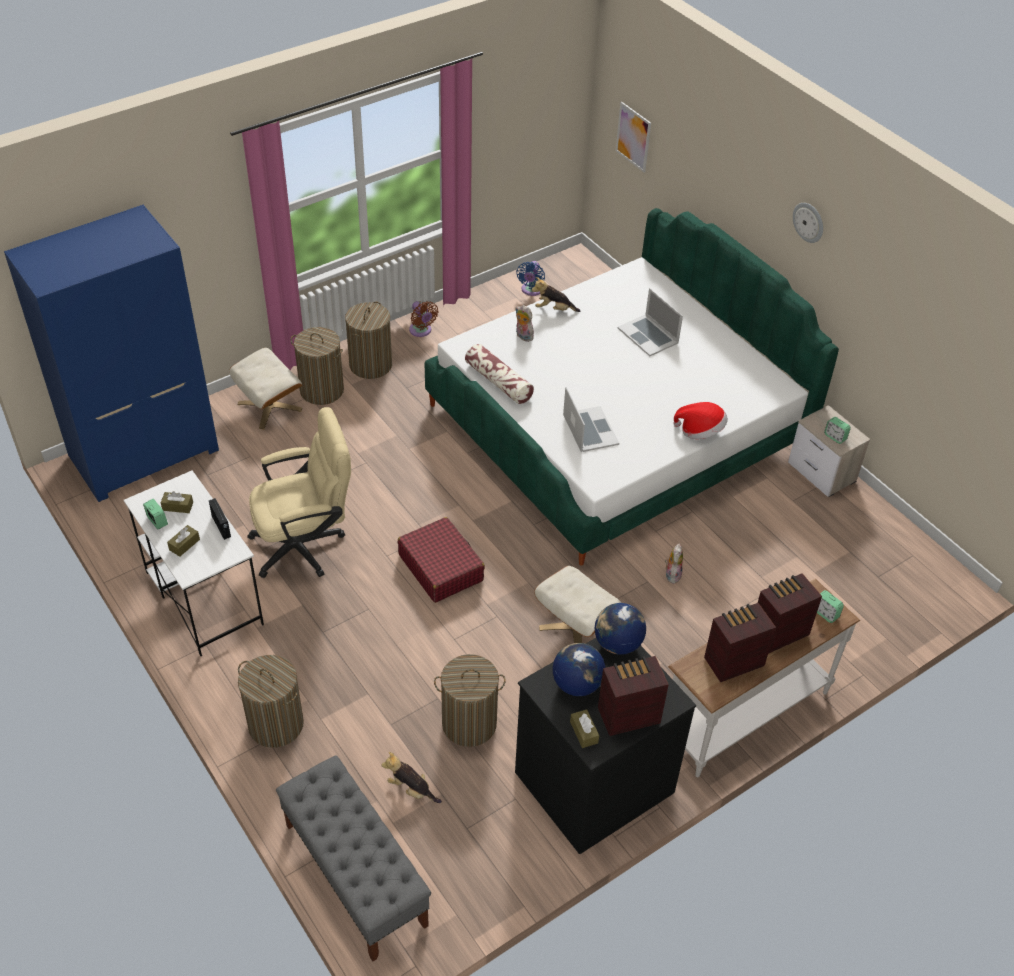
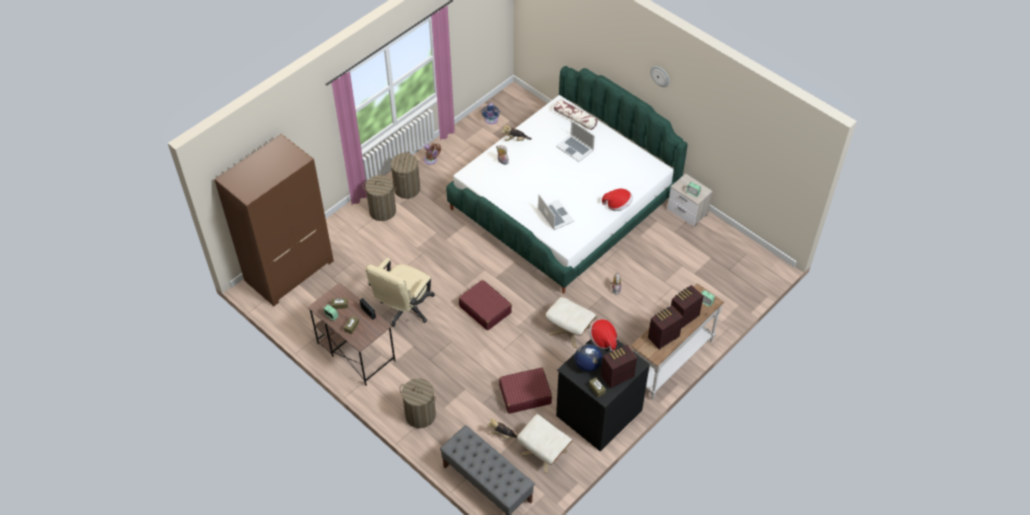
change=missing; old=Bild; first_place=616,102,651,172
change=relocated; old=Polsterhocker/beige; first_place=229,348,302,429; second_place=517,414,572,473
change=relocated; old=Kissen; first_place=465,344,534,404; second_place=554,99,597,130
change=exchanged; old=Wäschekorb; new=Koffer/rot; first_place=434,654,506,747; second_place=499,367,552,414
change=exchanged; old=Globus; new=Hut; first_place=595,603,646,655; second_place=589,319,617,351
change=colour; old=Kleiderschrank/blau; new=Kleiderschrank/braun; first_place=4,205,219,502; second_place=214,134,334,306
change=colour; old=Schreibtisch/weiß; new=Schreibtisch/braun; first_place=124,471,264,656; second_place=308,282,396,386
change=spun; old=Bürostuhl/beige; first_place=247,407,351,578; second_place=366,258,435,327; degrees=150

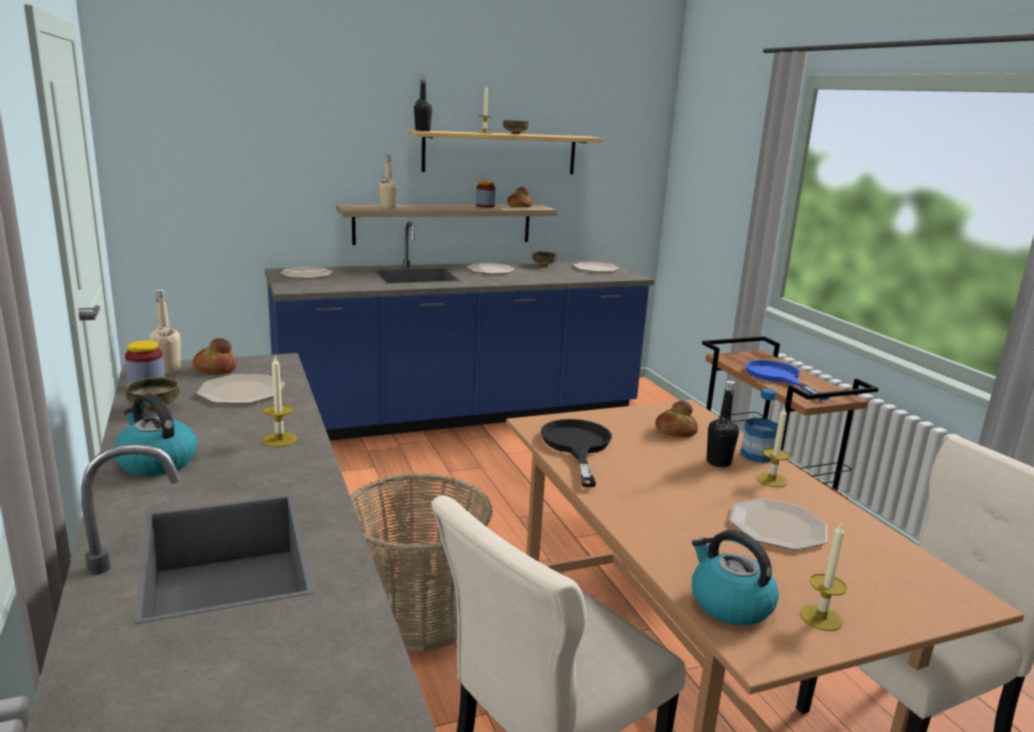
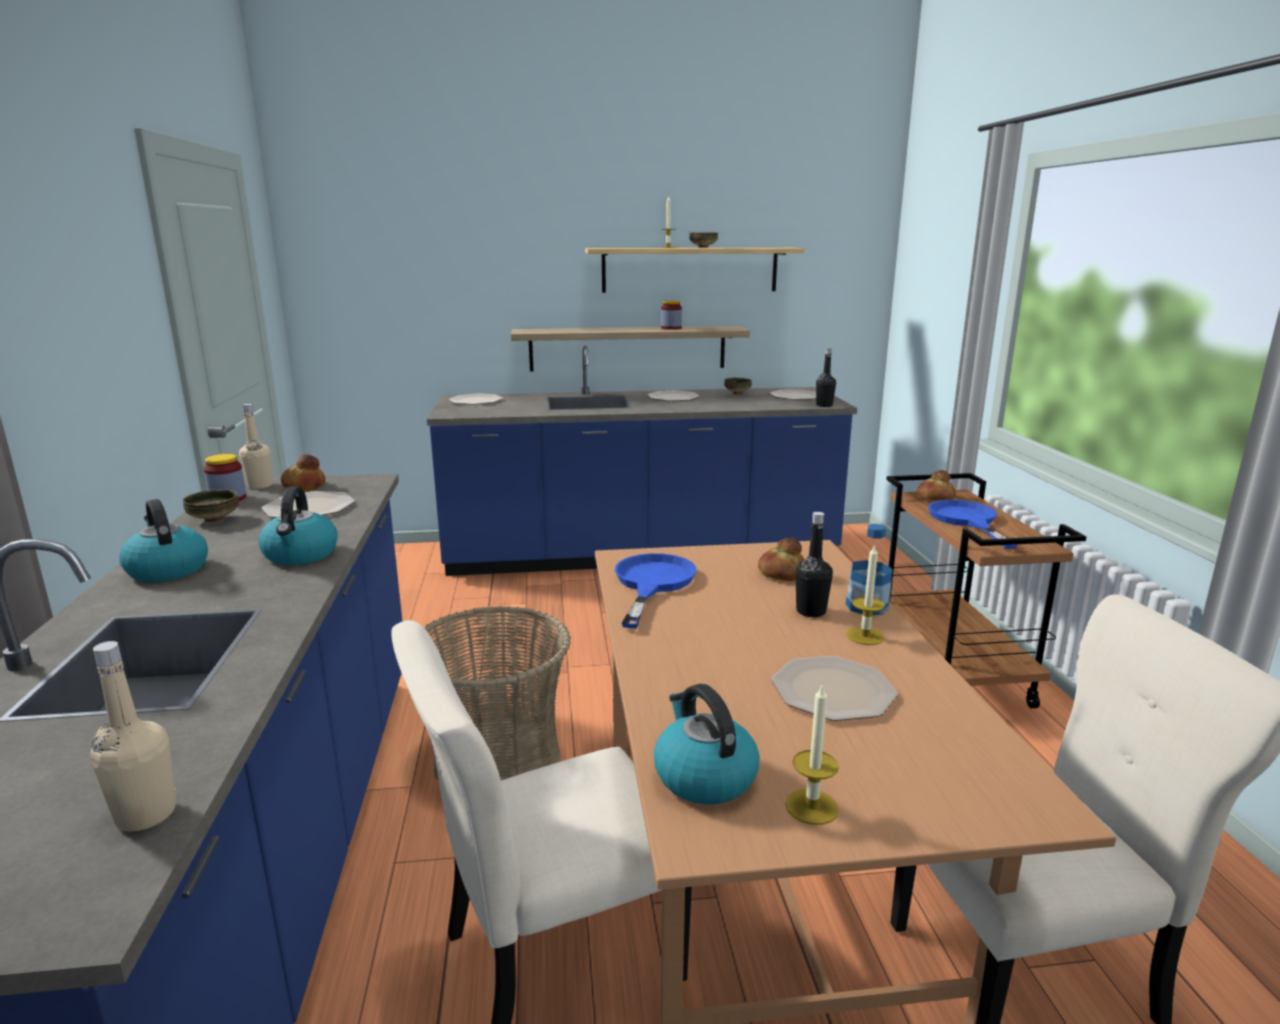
change=relocated; old=Flasche/beige; first_place=379,154,397,209; second_place=90,641,177,832
change=relocated; old=Flasche/schwarz; first_place=414,76,432,131; second_place=816,349,836,407
change=relocated; old=Brot; first_place=507,187,533,207; second_place=917,470,956,501
change=exchanged; old=Kerze; new=Wasserkessel; first_place=262,357,297,447; second_place=258,486,338,565
change=colour; old=Pfanne/schwarz; new=Pfanne/blau; first_place=541,419,612,487; second_place=615,553,696,628

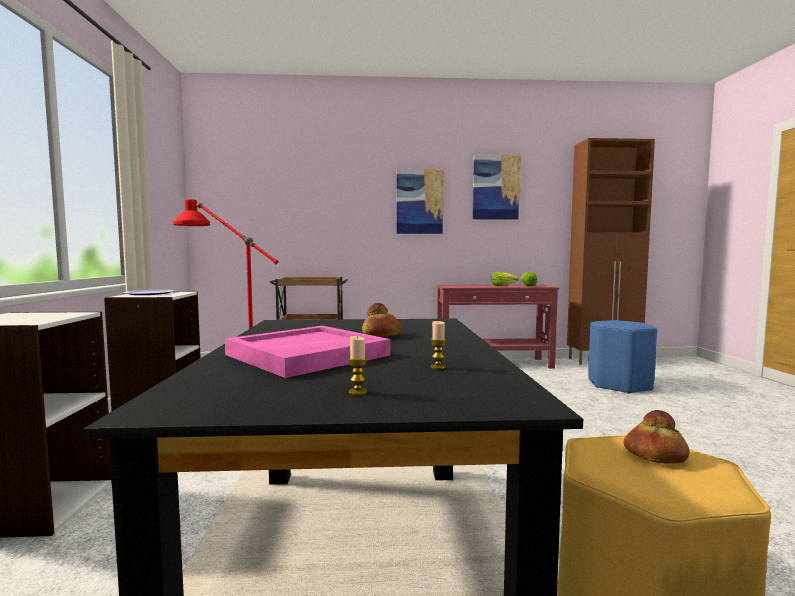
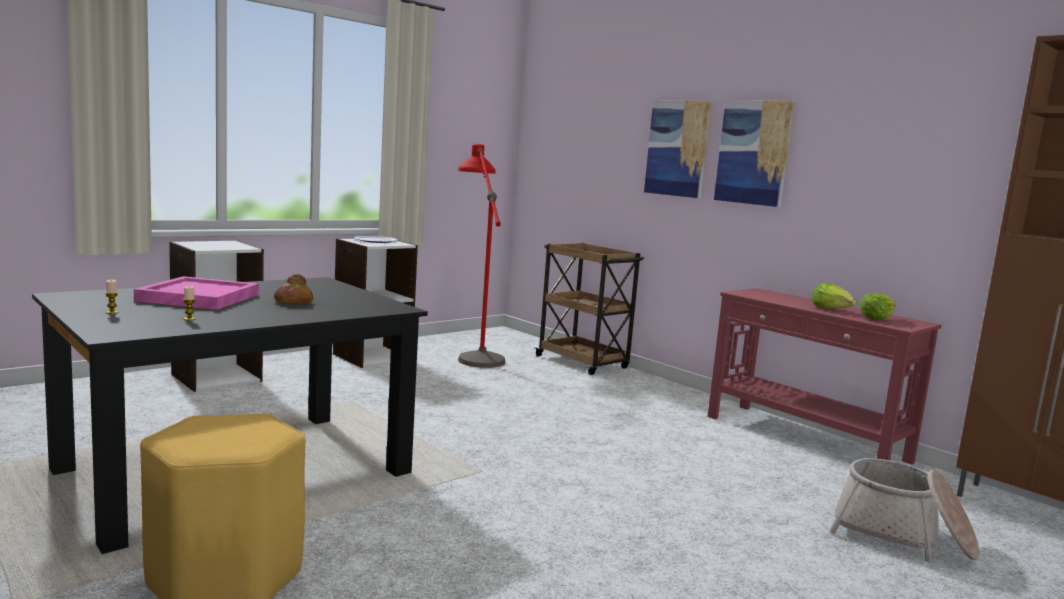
change=missing; old=Brot; first_place=623,410,690,464
change=relocated; old=Bild; first_place=473,155,521,220; second_place=644,101,712,198
change=exchanged; old=Hocker/blau; new=Korb; first_place=588,320,657,394; second_place=829,458,980,562

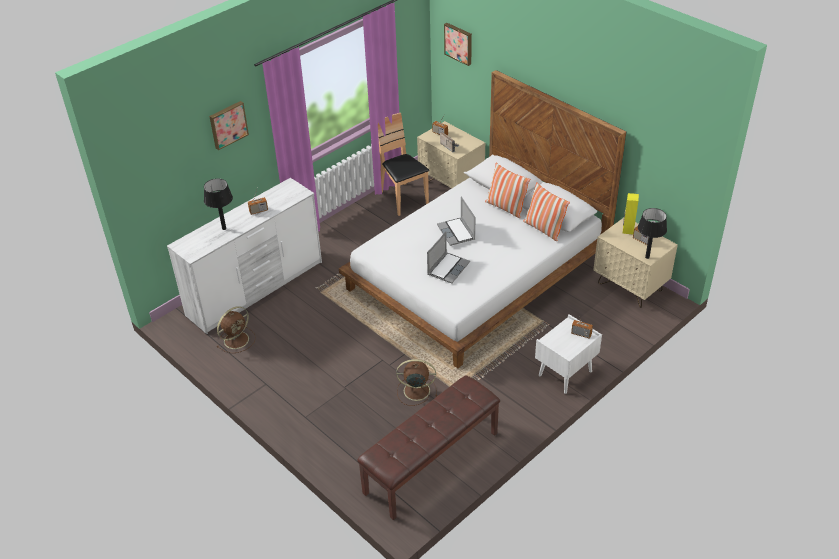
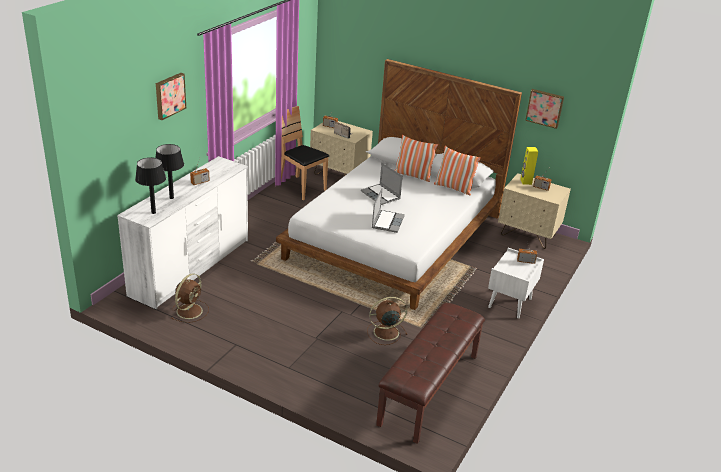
change=relocated; old=Bild; first_place=444,23,472,66; second_place=525,89,564,129
change=relocated; old=Tischlampe/schwarz; first_place=638,208,667,259; second_place=135,157,166,214

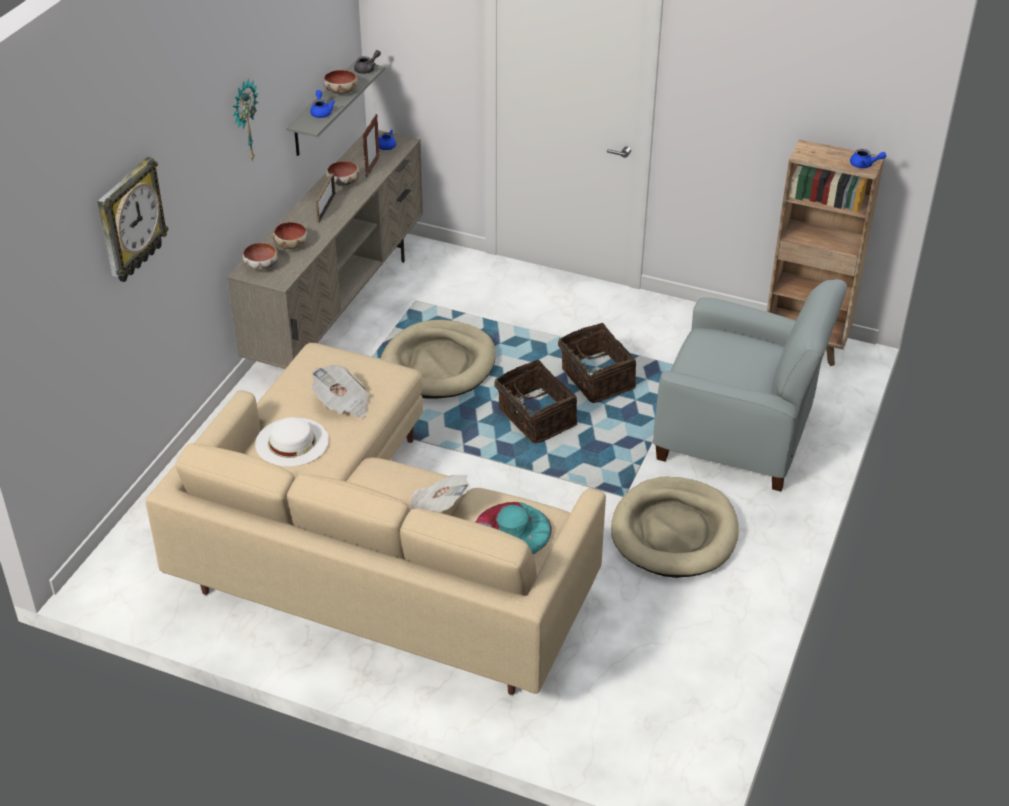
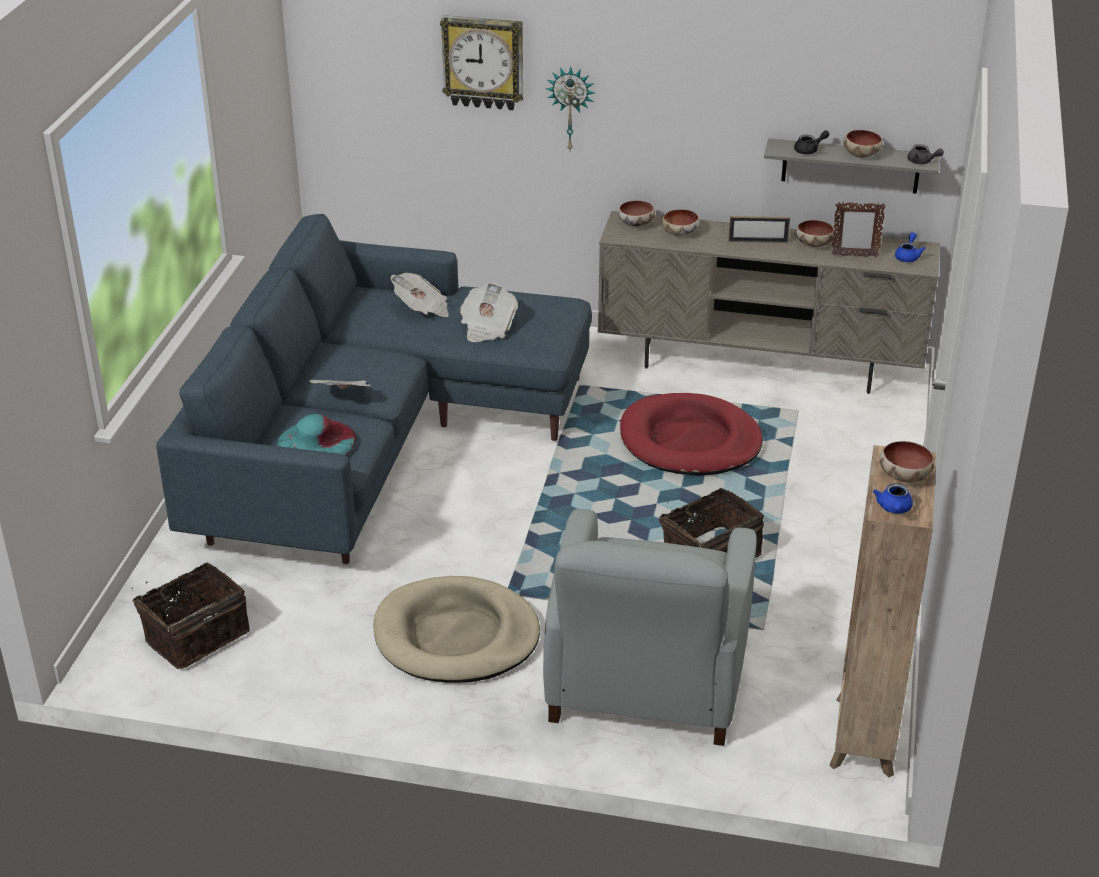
change=appeared; new=Schüssel; second_place=879,441,935,482
change=relocated; old=Wanduhr; first_place=233,79,258,162; second_place=546,67,595,151
change=relocated; old=Korb; first_place=494,359,577,444; second_place=132,563,250,669
change=exchanged; old=Hut/weiß; new=Zeitung; first_place=255,417,329,467; second_place=390,273,449,317
change=colour; old=Sofa/beige; new=Sofa/blau; first_place=145,343,606,695; second_place=156,214,592,564
change=colour; old=Teekanne/blau; new=Teekanne/schwarz; first_place=310,90,335,118; second_place=794,130,830,154
change=colour; old=Hundebett/beige; new=Hundebett/rot; first_place=381,320,496,399; second_place=620,393,763,475

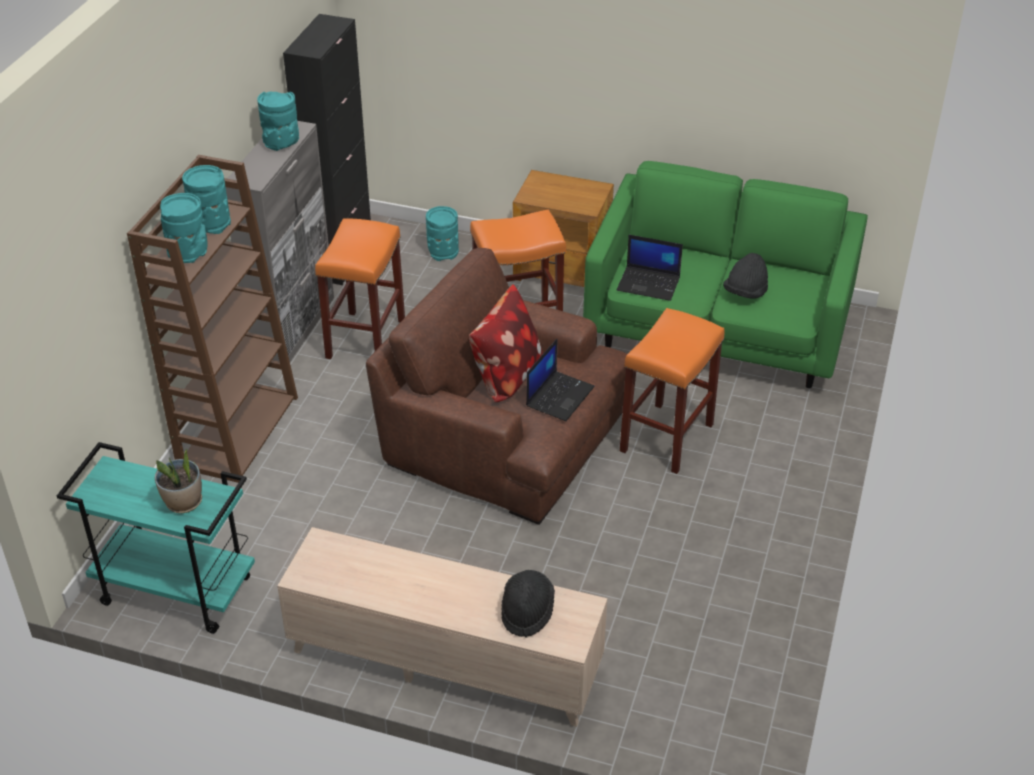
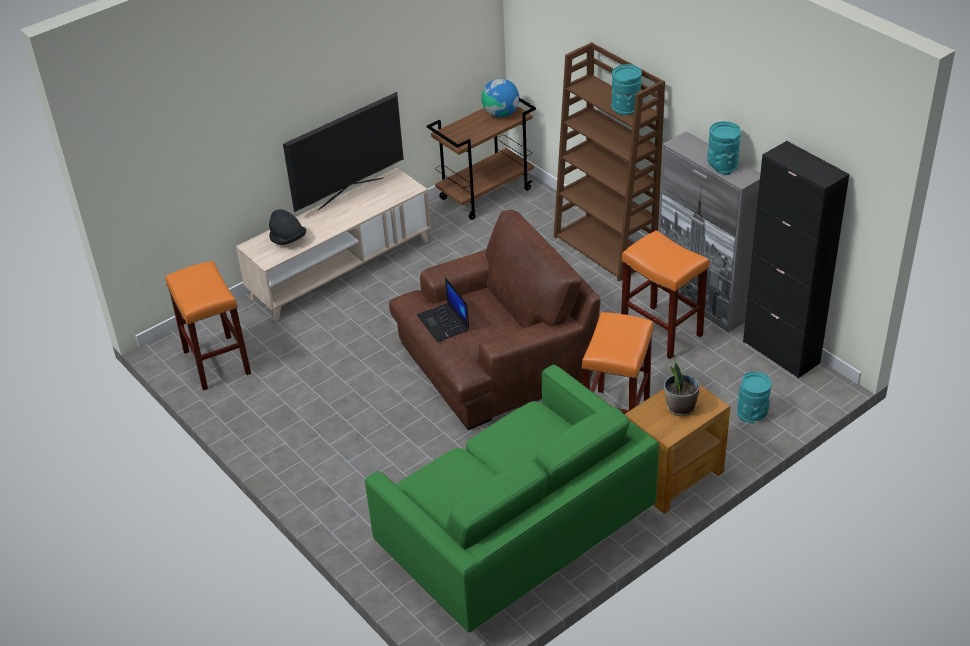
change=missing; old=Vase/türkis; first_place=160,193,208,263
change=missing; old=Kissen; first_place=469,284,543,402
change=missing; old=Laptop; first_place=617,235,683,301
change=missing; old=Hut/schwarz; first_place=723,253,768,299
change=appeared; new=Fernseher; second_place=283,92,404,212
change=appeared; new=Globus; second_place=482,79,519,117
change=relocated; old=Topfpflanze; first_place=155,449,202,513; second_place=664,354,700,416
change=relocated; old=Hocker/orange; first_place=620,308,725,474; second_place=165,261,251,391
change=colour; old=Rollwagen/türkis; new=Rollwagen/braun; first_place=57,442,255,634; second_place=427,98,536,220

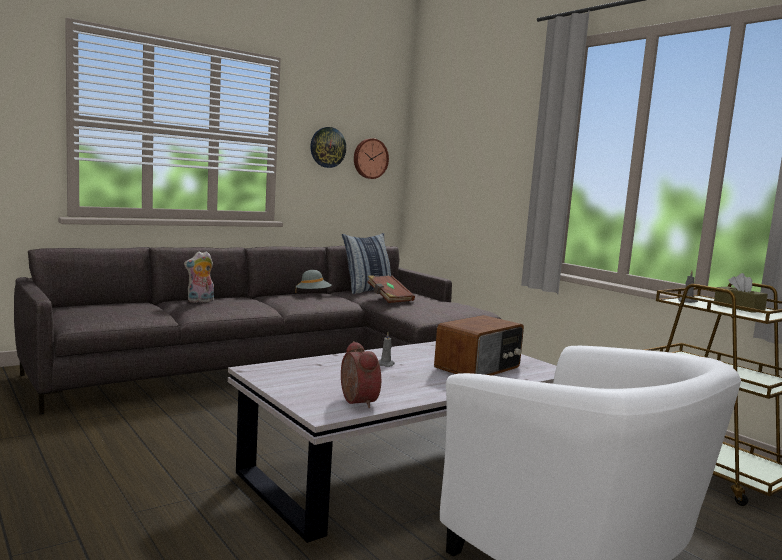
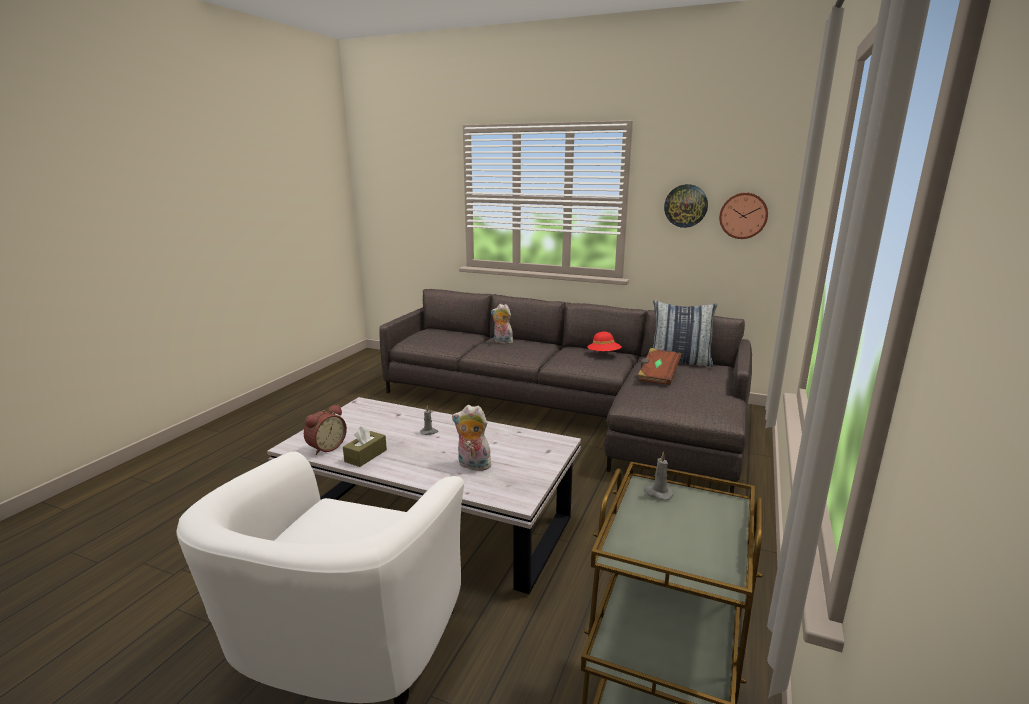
change=relocated; old=Taschentuchbox/braun; first_place=714,273,768,313; second_place=343,425,387,467
change=exchanged; old=Radio; new=Plüschtier; first_place=434,315,524,375; second_place=452,405,494,471
change=colour; old=Hut/grau; new=Hut/rot; first_place=295,270,332,294; second_place=587,332,622,351

